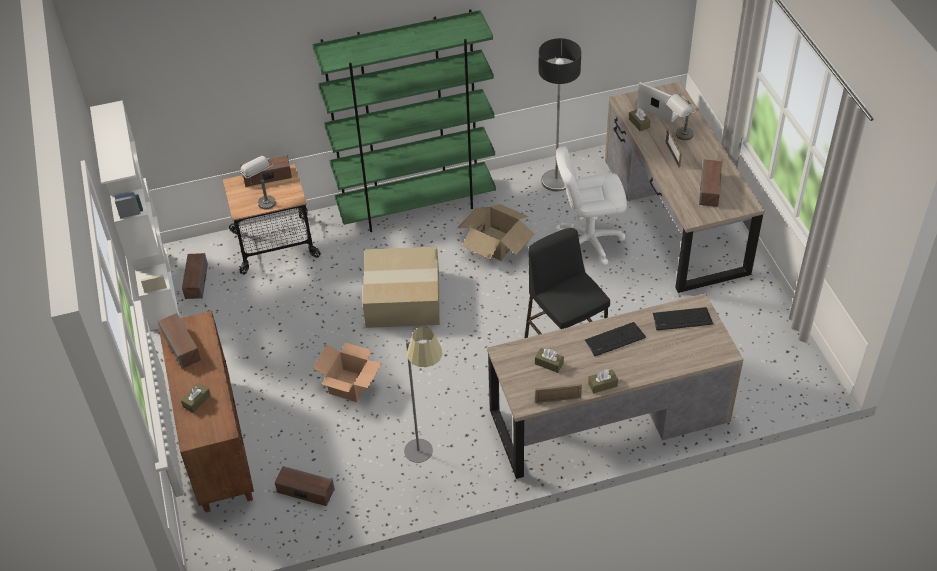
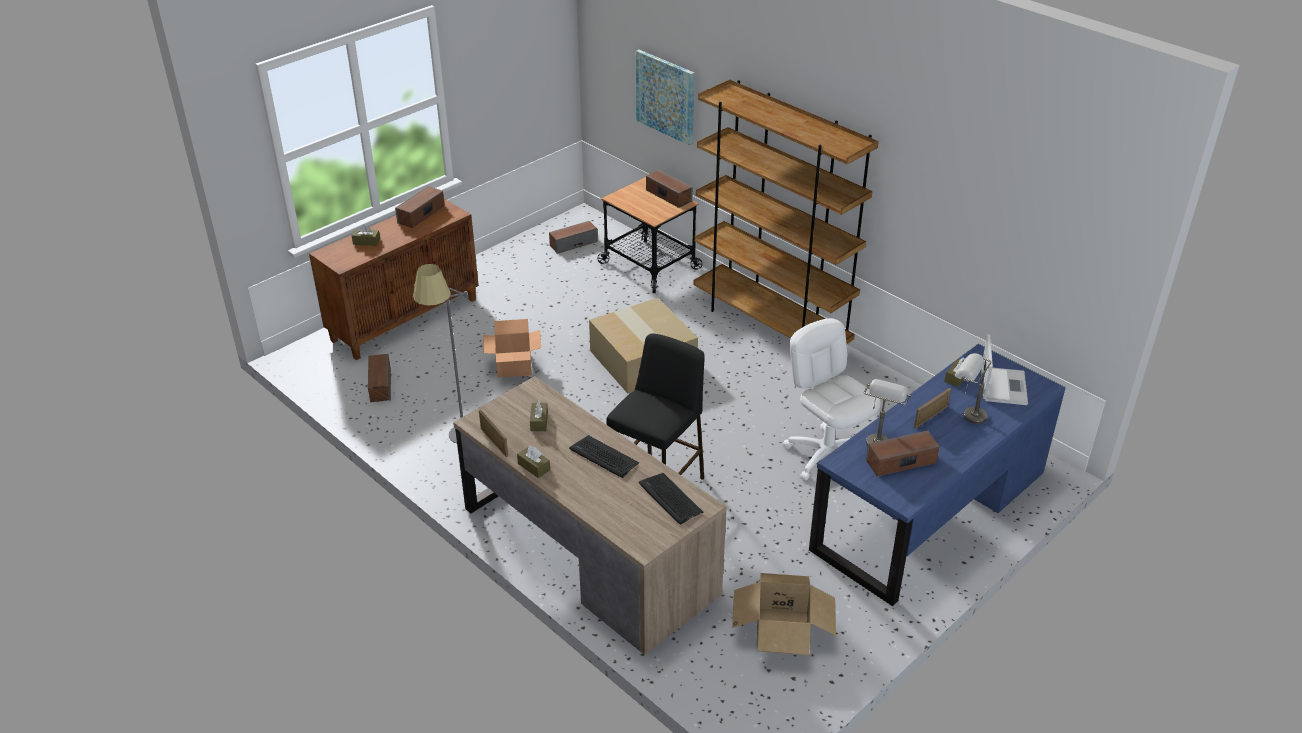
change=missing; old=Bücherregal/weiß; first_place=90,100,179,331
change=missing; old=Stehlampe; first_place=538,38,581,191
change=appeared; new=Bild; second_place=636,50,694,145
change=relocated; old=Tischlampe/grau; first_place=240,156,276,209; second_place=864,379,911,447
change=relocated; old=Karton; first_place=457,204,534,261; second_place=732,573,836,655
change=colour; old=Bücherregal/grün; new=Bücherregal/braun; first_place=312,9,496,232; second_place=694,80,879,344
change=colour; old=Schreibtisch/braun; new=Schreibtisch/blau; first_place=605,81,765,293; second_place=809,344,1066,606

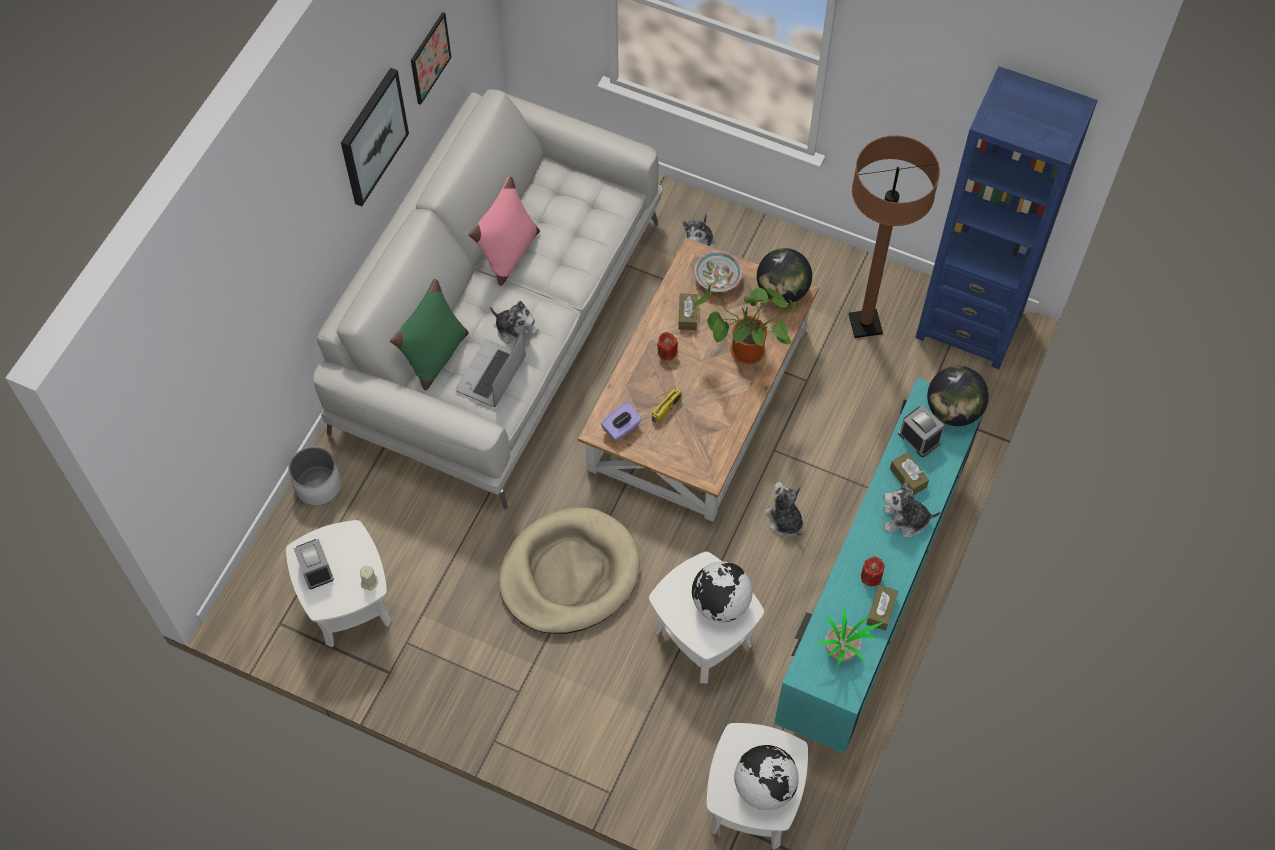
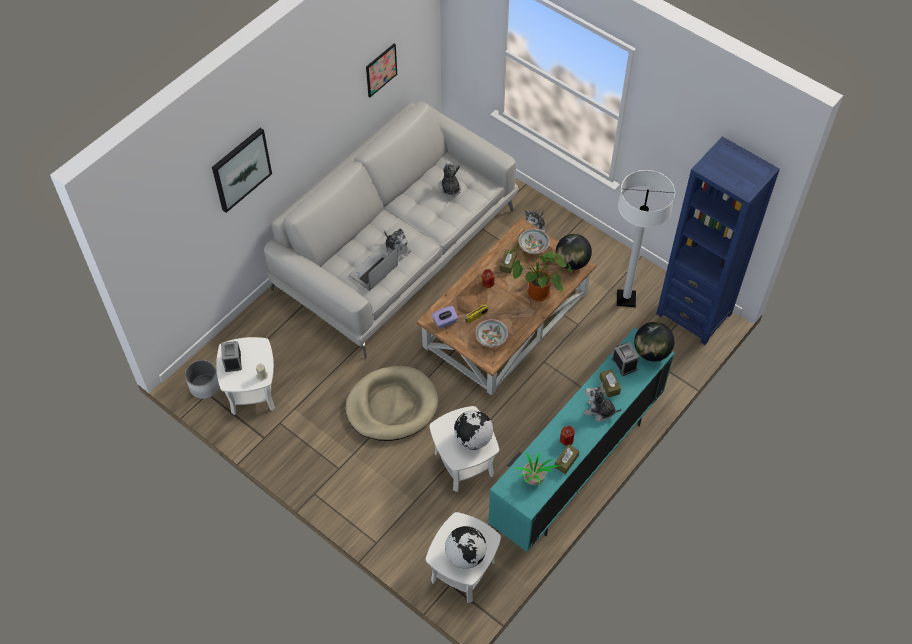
change=missing; old=Kissen/grün; first_place=390,279,469,390
change=missing; old=Kissen/rosa; first_place=468,176,540,286
change=appeared; new=Schüssel; second_place=475,319,508,347
change=relocated; old=Pflanzkübel/weiß; first_place=288,447,341,505; second_place=185,360,220,399
change=relocated; old=Bild; first_place=341,68,409,207; second_place=212,128,272,213
change=relocated; old=Plüschtier; first_place=764,482,803,536; second_place=440,161,461,197
change=colour; old=Stehlampe/braun; new=Stehlampe/weiß; first_place=848,135,940,338; second_place=617,170,675,307

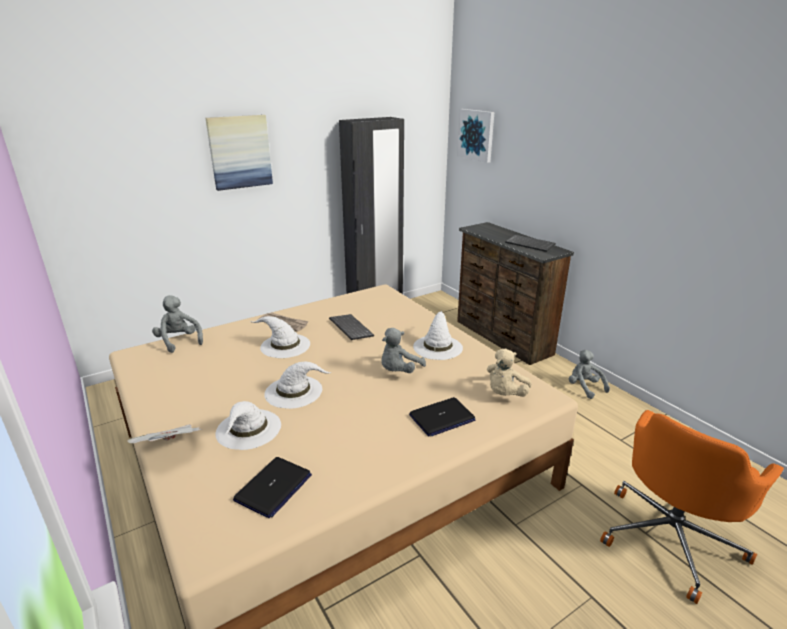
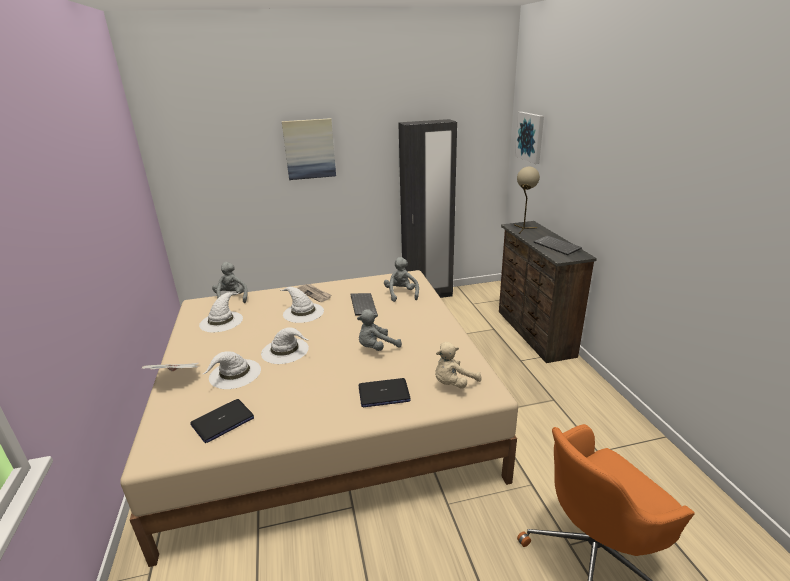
change=appeared; new=Tischlampe/beige; second_place=514,167,540,234
change=relocated; old=Hut/weiß; first_place=413,311,463,360; second_place=199,292,243,332
change=relocated; old=Plüschtier/grau; first_place=569,350,610,399; second_place=384,257,419,302

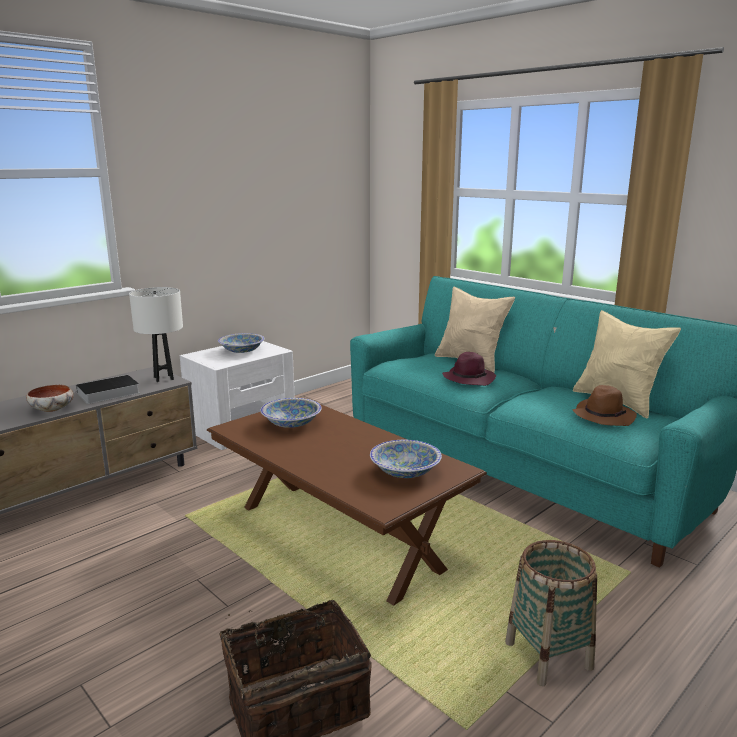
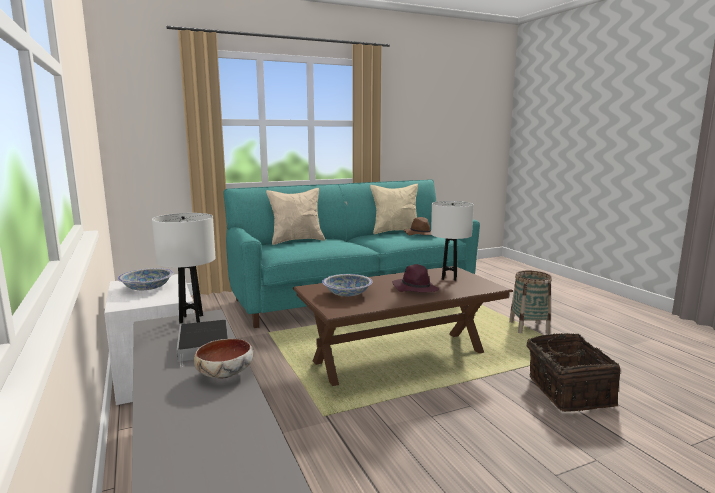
change=relocated; old=Hut/lila; first_place=442,352,496,386; second_place=392,264,439,293
change=exchanged; old=Schüssel; new=Tischlampe/weiß; first_place=370,440,442,478; second_place=431,201,474,281

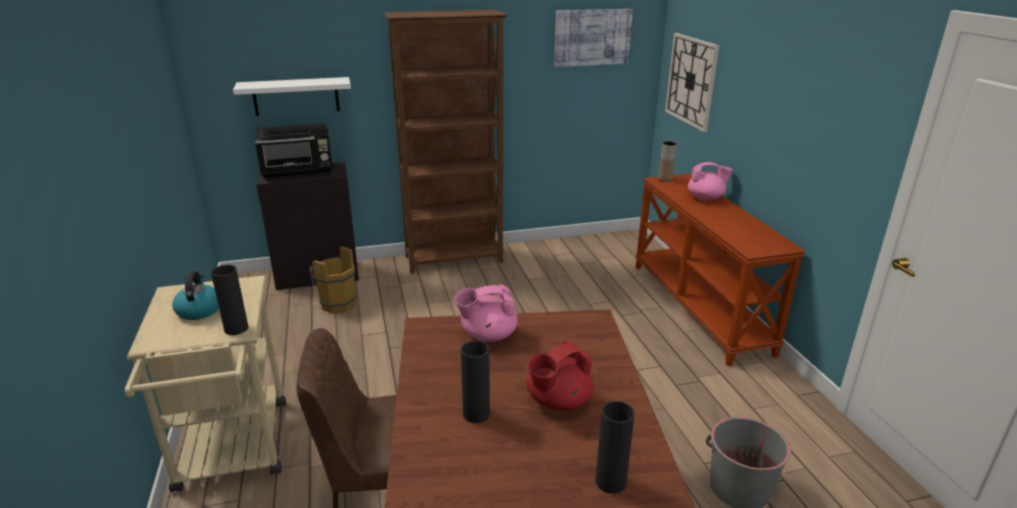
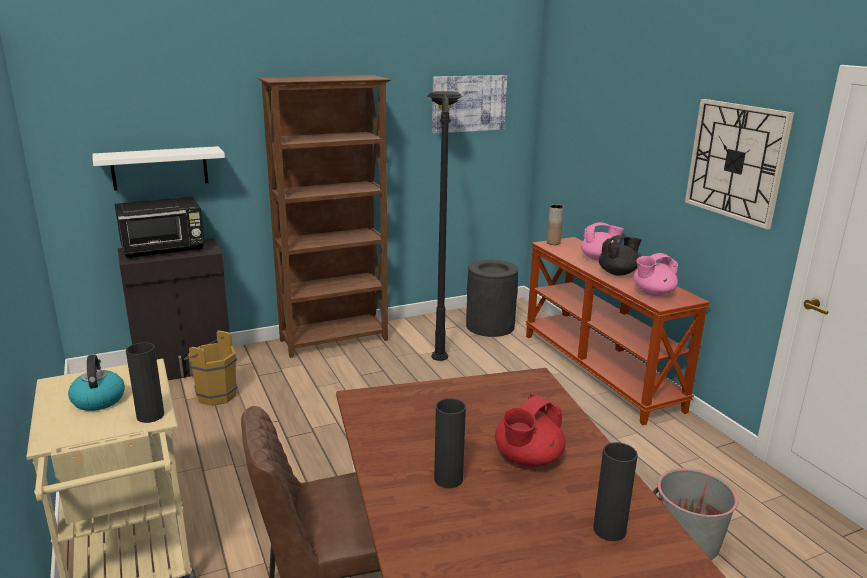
change=appeared; new=Stehlampe/schwarz; second_place=428,91,463,361
change=appeared; new=Mülleimer/schwarz; second_place=466,260,518,337
change=appeared; new=Teekanne/schwarz; second_place=599,235,642,276
change=relocated; old=Teekanne/rosa; first_place=454,284,518,342; second_place=633,253,678,296
change=relocated; old=Wanduhr; first_place=665,33,720,132; second_place=685,99,794,229

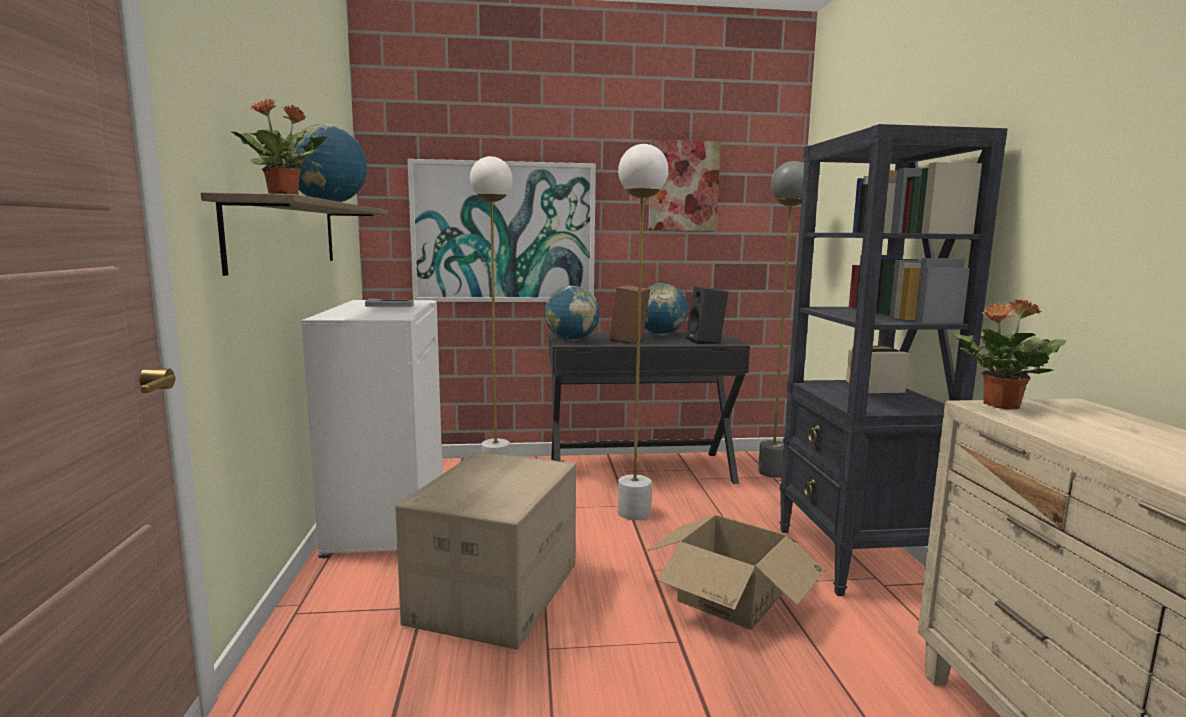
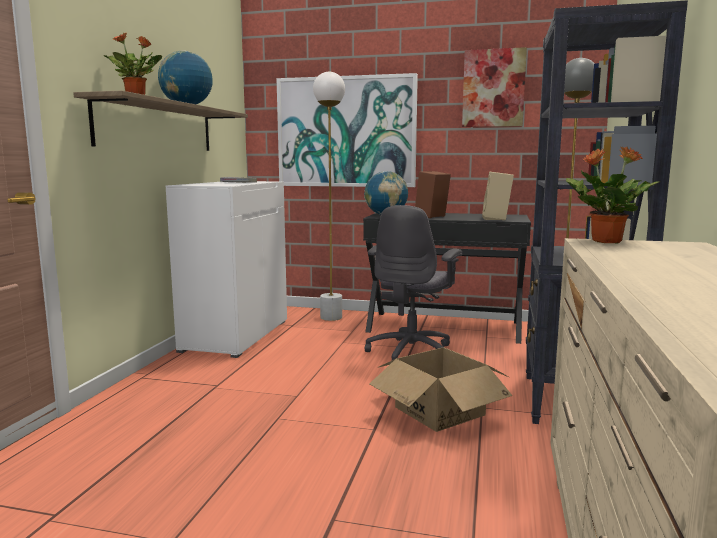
change=missing; old=Karton; first_place=395,452,576,650
change=missing; old=Globus; first_place=645,283,688,335
change=exchanged; old=Stehlampe/weiß; new=Bürostuhl/grau; first_place=618,144,668,520; second_place=365,205,462,360
change=colour; old=Lautsprecher/schwarz; new=Lautsprecher/beige; first_place=686,286,729,344; second_place=482,172,514,220

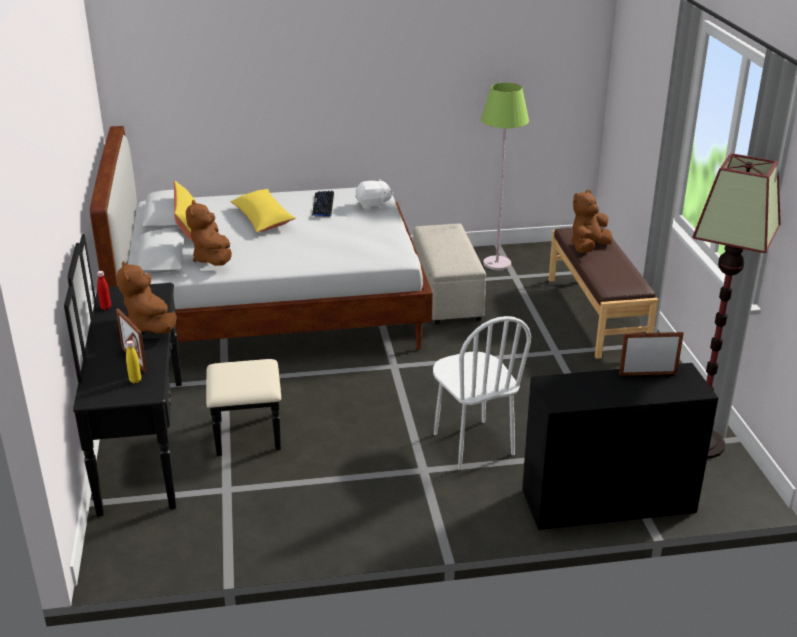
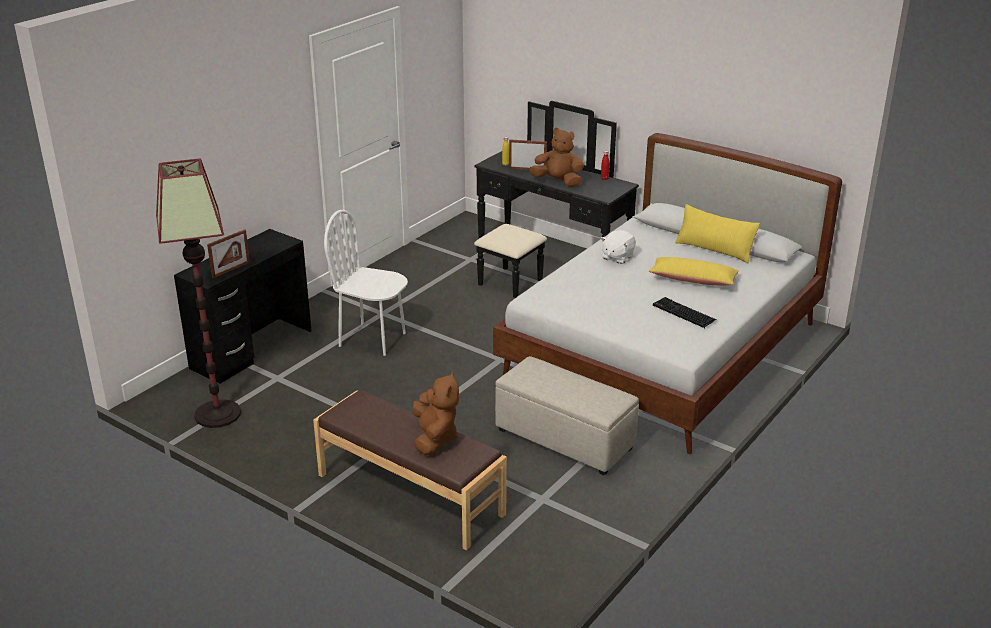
change=missing; old=Plüschtier/braun; first_place=186,200,232,266
change=missing; old=Stehlampe/grün; first_place=481,83,529,270
change=relocated; old=Plüschtier/weiß; first_place=355,179,393,210; second_place=601,230,636,264

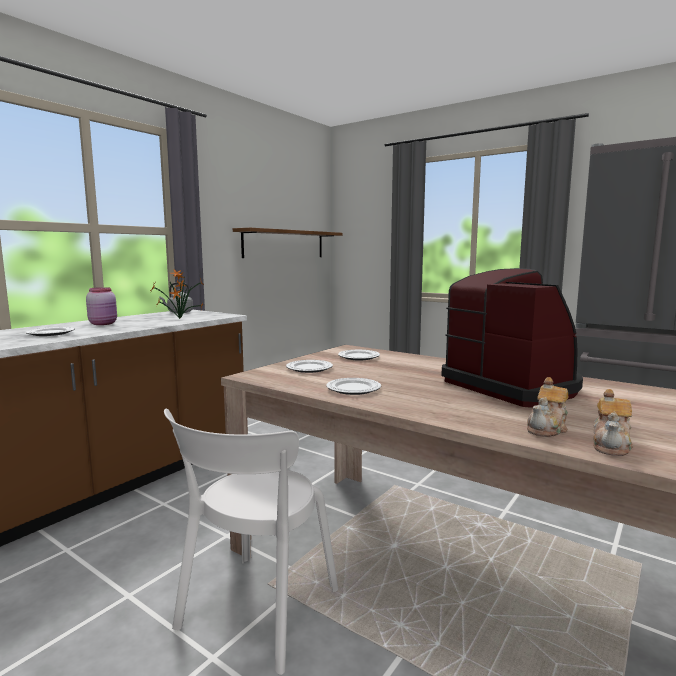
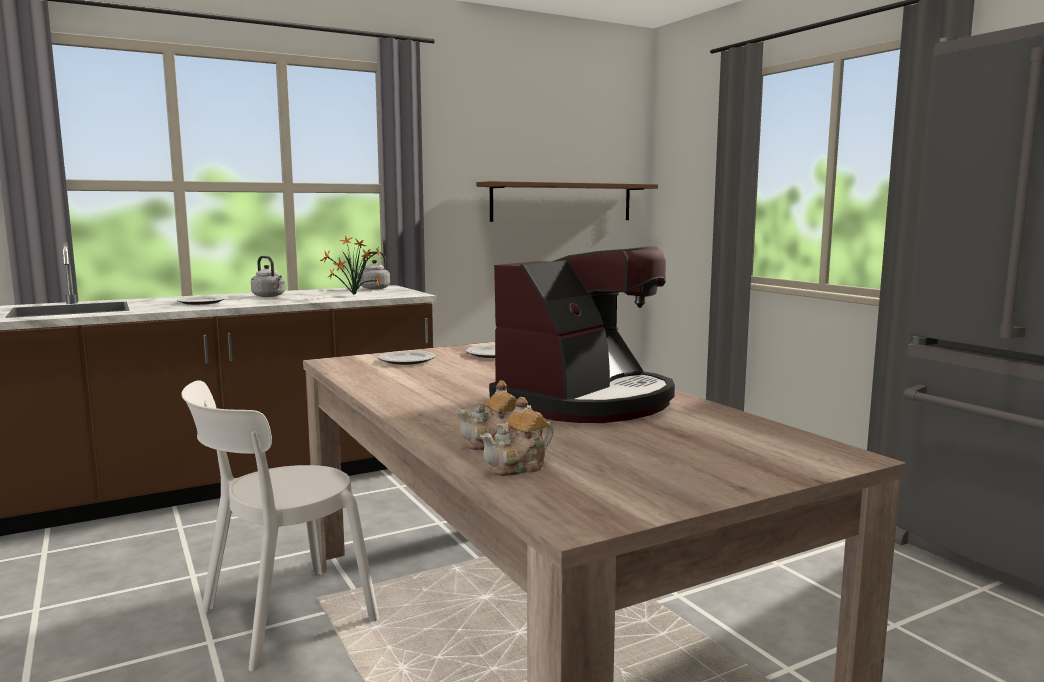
change=missing; old=Teller; first_place=326,378,381,395
change=exchanged; old=Vorratsglas/rosa; new=Wasserkessel/grau; first_place=86,287,117,325; second_place=251,256,285,297
change=spun; old=Kaffeemaschine; first_place=441,268,583,408; second_place=489,246,675,423; degrees=45

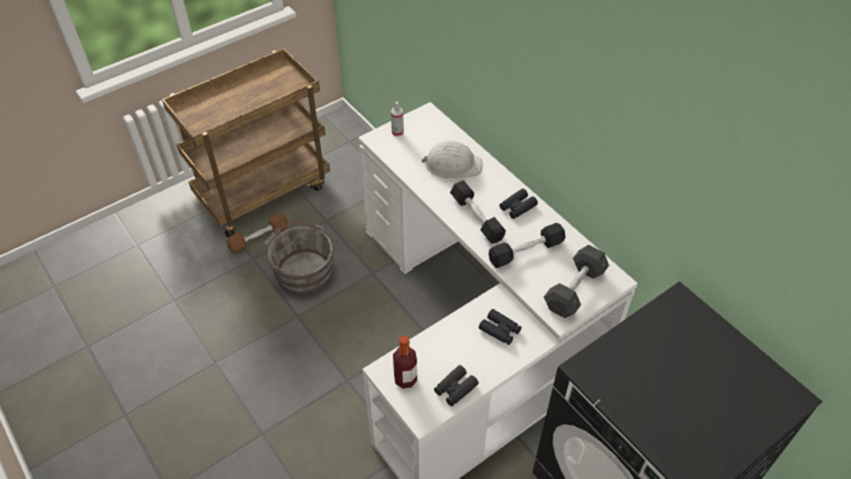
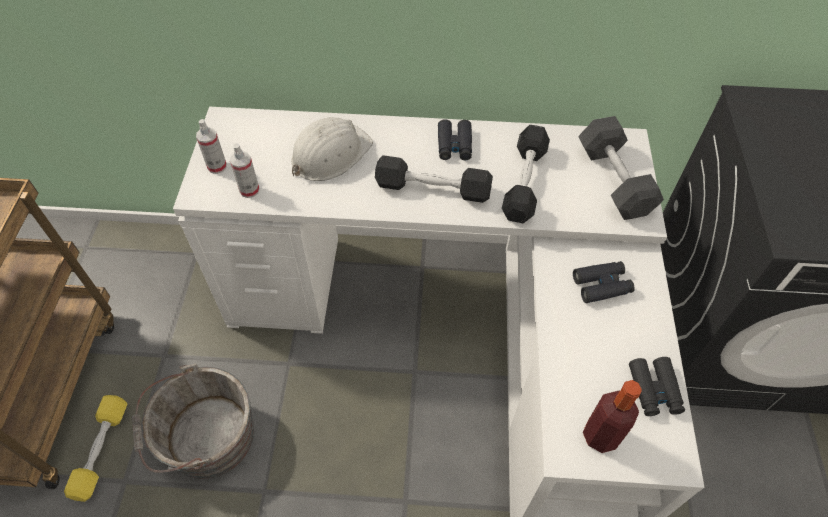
change=appeared; new=Sprühflasche; second_place=230,143,260,198
change=colour; old=Hantel/braun; new=Hantel/gelb; first_place=226,213,288,253; second_place=64,395,127,502

